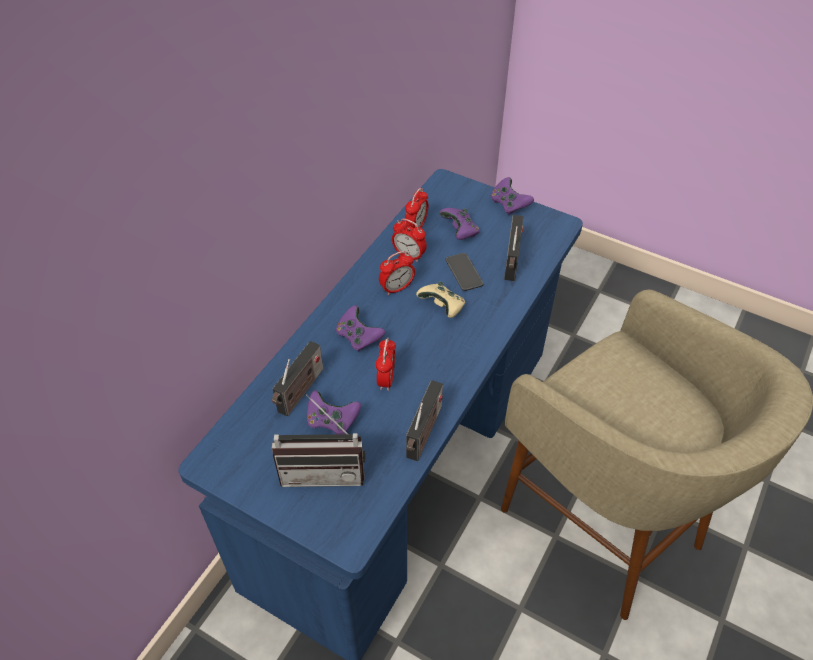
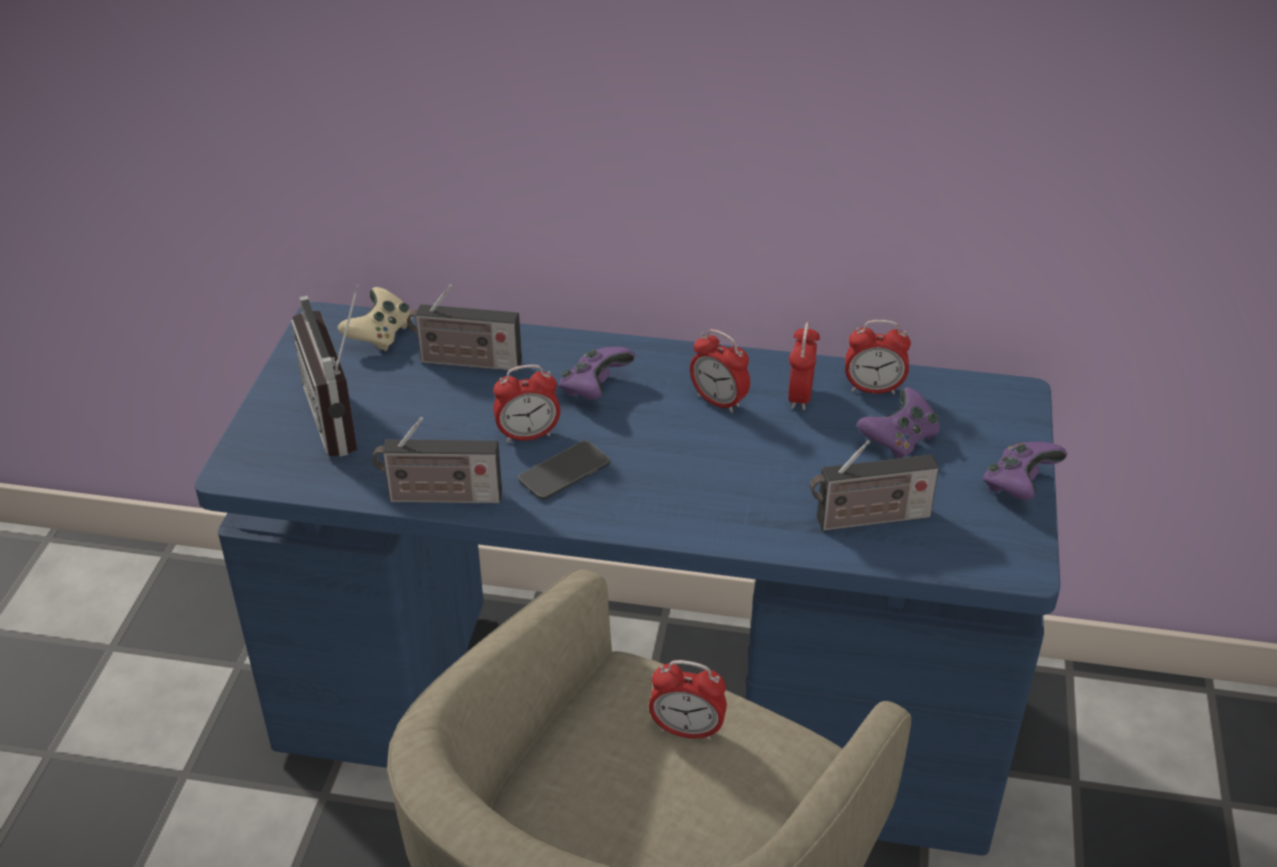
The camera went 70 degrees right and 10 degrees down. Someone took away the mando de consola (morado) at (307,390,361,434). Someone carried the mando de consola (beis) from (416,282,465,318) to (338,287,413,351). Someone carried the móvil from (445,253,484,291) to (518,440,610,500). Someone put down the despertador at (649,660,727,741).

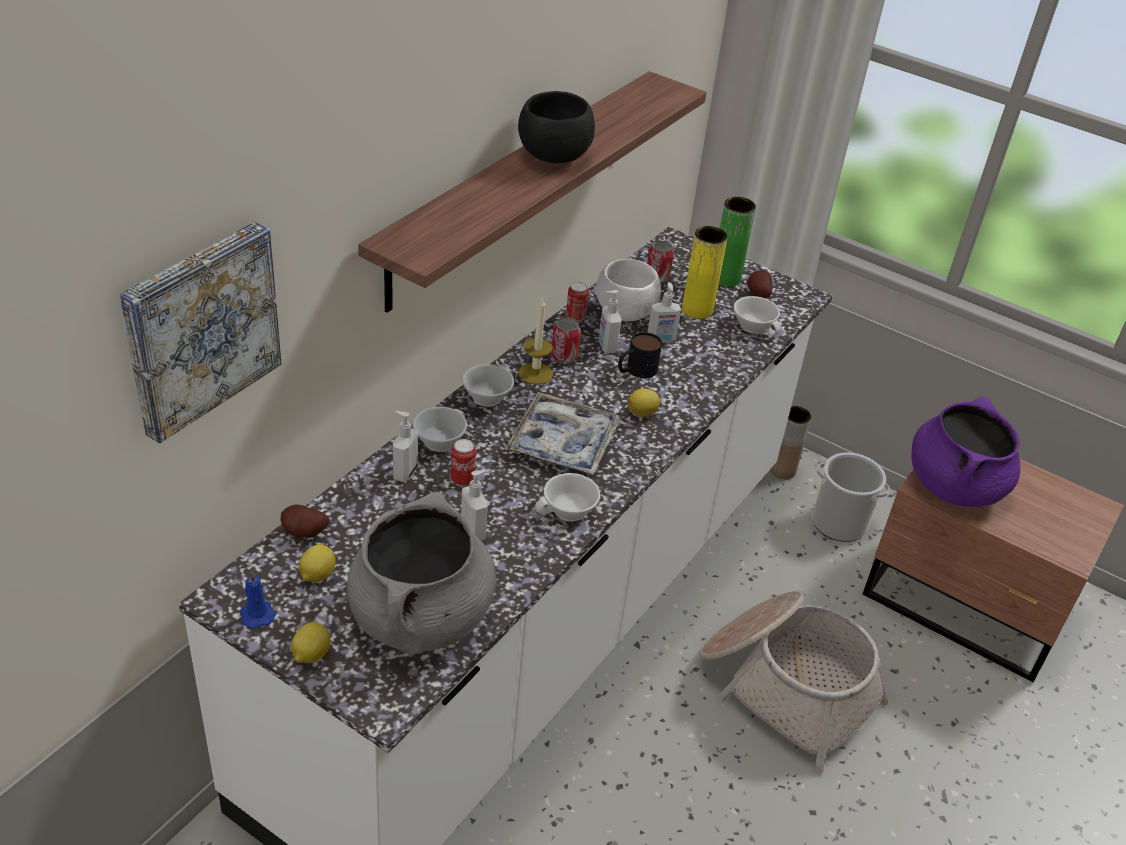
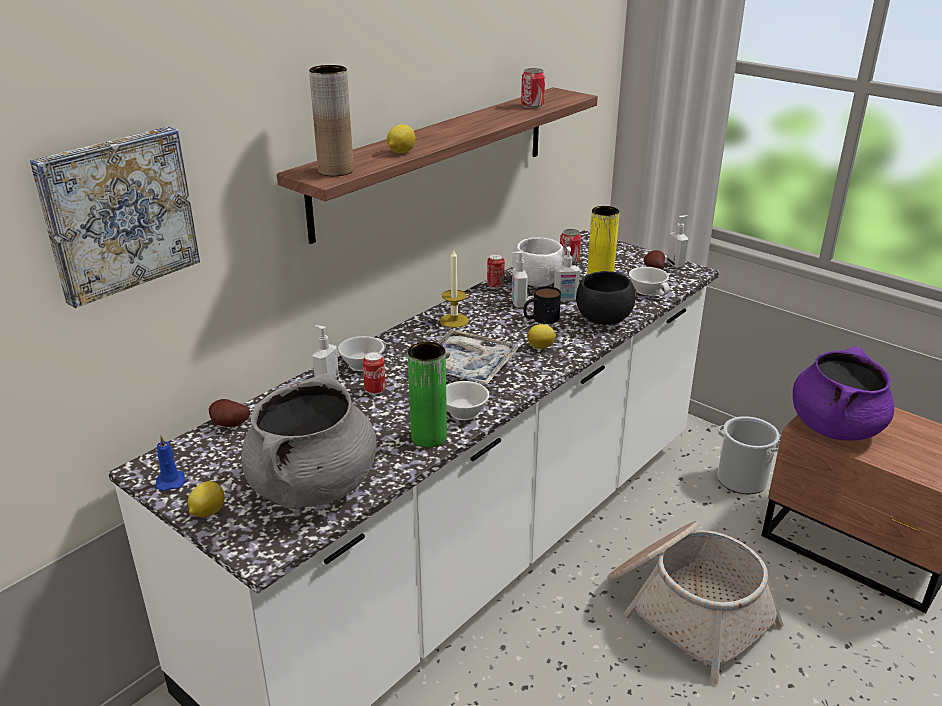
The camera went 10 degrees right and 10 degrees down. Someone carried the limón from (299,544,336,582) to (387,124,416,153). Someone carried the dispensador de jabón from (461,470,488,541) to (667,215,688,268). Someone took away the taza (blanco) at (462,364,514,407). Someone carried the cuenco (negro) from (518,91,595,163) to (576,271,635,325). Someone carried the lata from (551,317,581,364) to (521,68,545,108). Someone carried the florero (verde) from (719,197,756,287) to (408,342,447,448). Someone carried the florero (marrón) from (770,406,811,479) to (309,65,354,176).

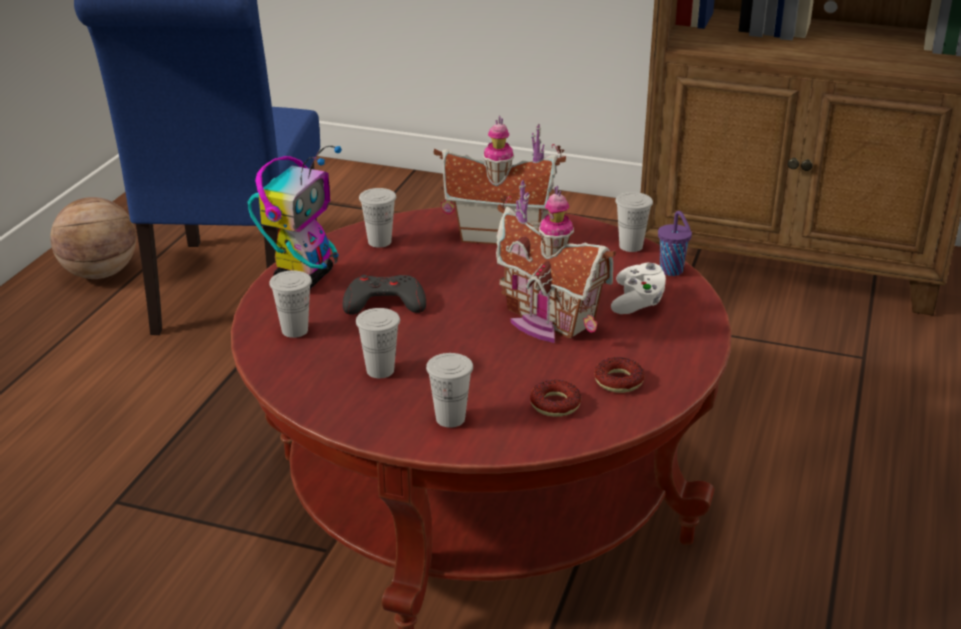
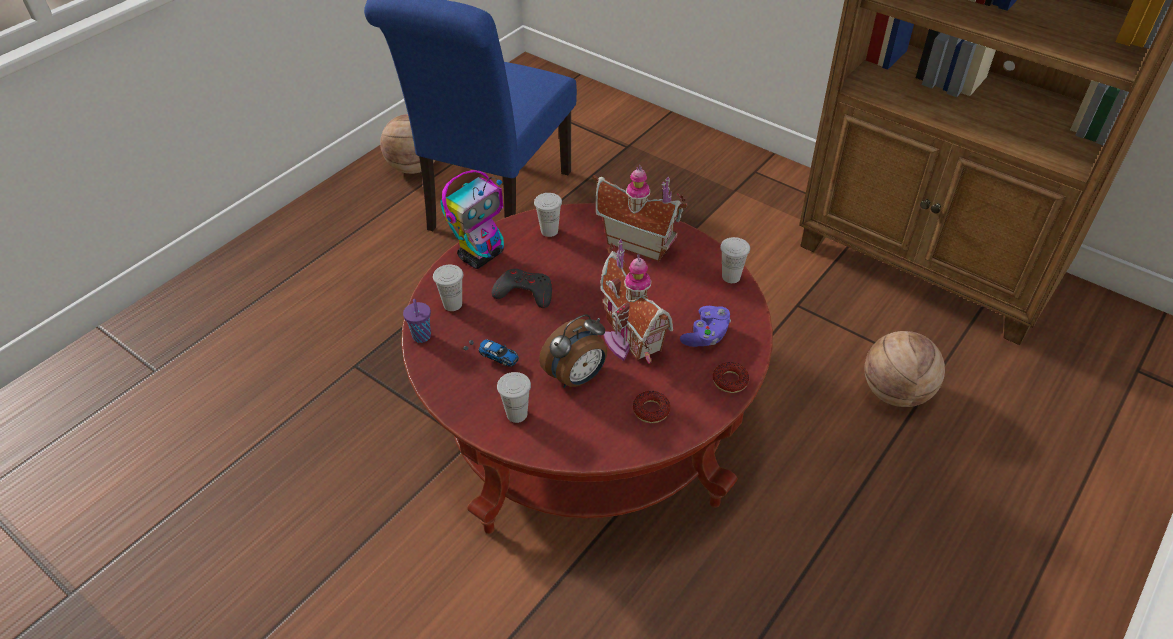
The camera went 20 degrees right and 15 degrees up. Someone swapped the taza (blanco) at (356,308,400,378) for the coche de juguete at (463,339,519,367). Someone carried the rosquilla from (530,380,581,417) to (713,362,749,393). Someone repainted the mando de consola (blanco) at (611,263,666,314), which became the mando de consola (morado) at (680,306,731,347). Someone carried the taza (morado) from (658,211,692,276) to (403,299,431,343). Someone put down the despertador at (539,314,607,388). Someone put down the balón de baloncesto at (864,331,945,407).

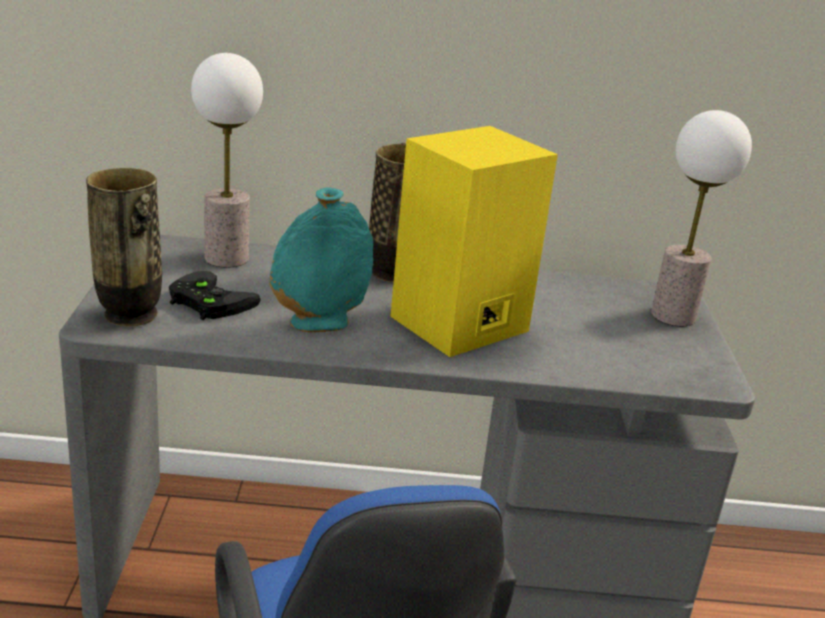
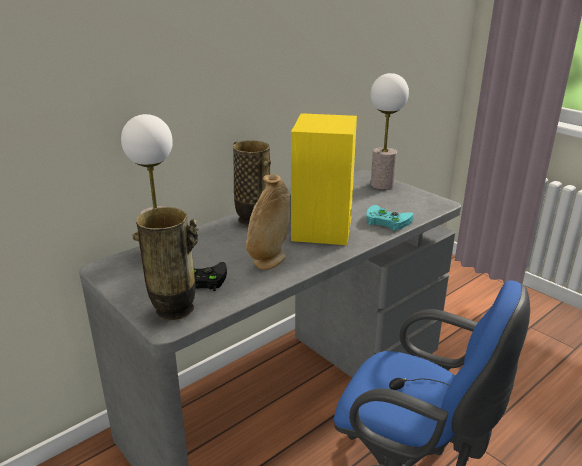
The camera went 40 degrees left and 0 degrees up. Someone repainted the florero (turquesa) at (269,187,373,332), which became the florero (beis) at (246,174,290,270). Someone put down the mando de consola (turquesa) at (366,205,414,231).

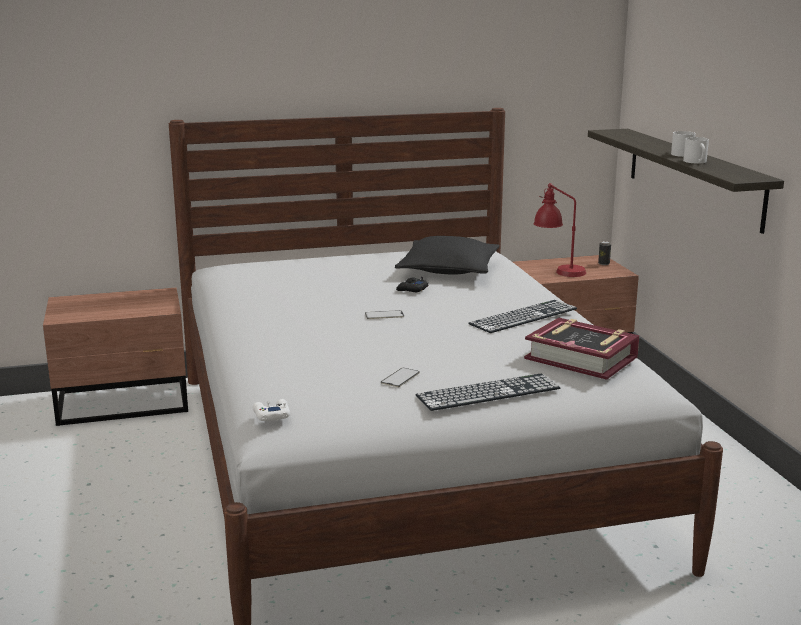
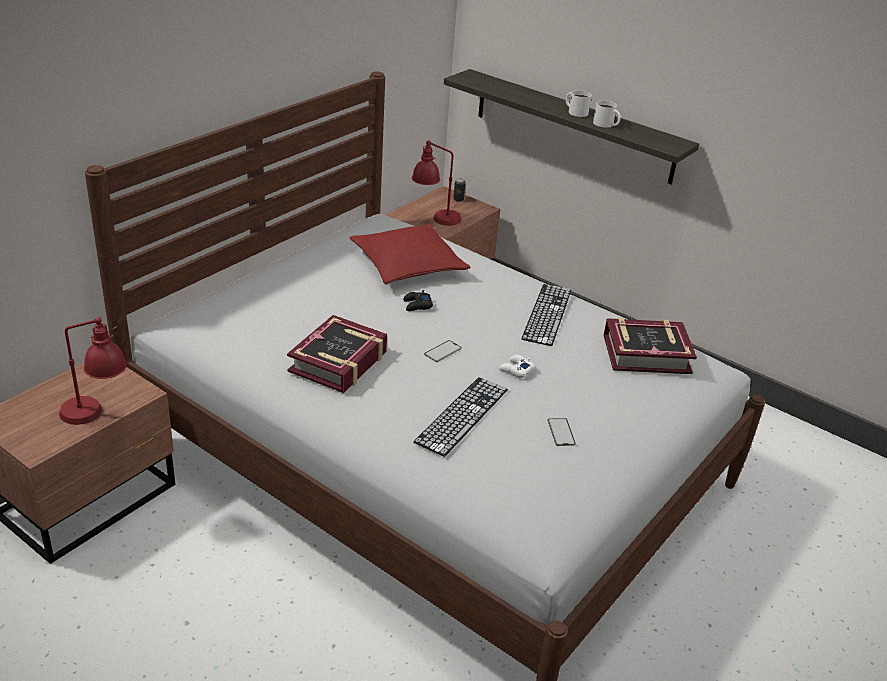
The camera went 40 degrees left and 15 degrees up. Someone carried the mando de consola (blanco) from (252,399,290,421) to (499,355,535,378). Someone repainted the cojín (negro) at (395,236,500,275), which became the cojín (rojo) at (350,224,471,284). Someone carried the teclado from (416,374,560,411) to (413,377,508,457). Someone put down the lámpara de mesa (rojo) at (59,315,127,425). Someone put down the libro at (287,315,387,393).

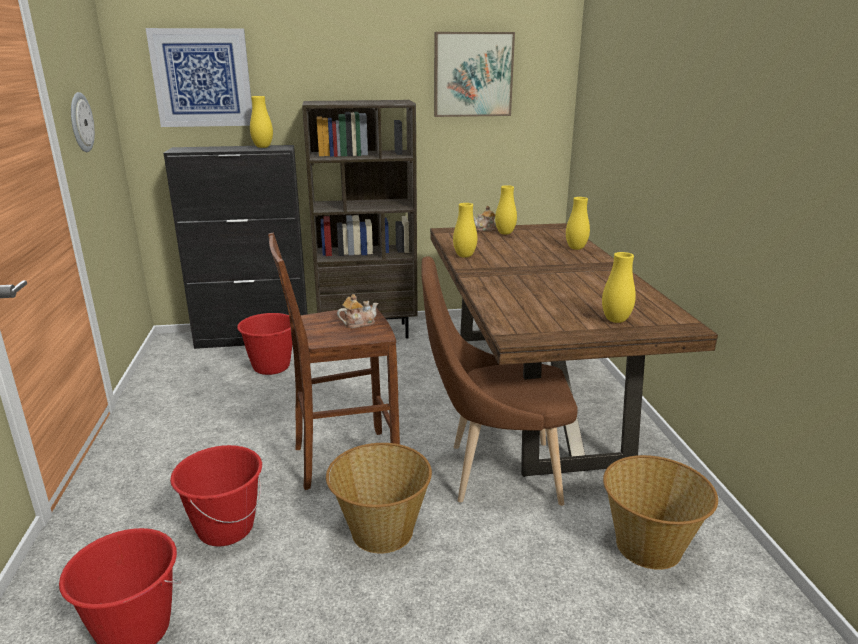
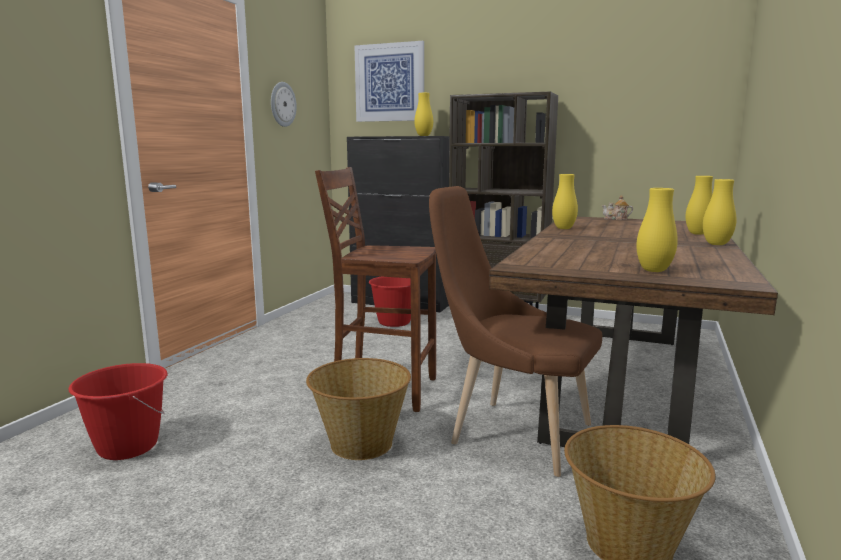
The camera went 30 degrees right and 10 degrees down. Someone took away the cubo (rojo) at (170,445,262,547). Someone took away the tetera at (337,294,378,328). Someone took away the cuadro at (434,32,515,117). Someone carried the florero (amarillo) from (495,185,517,235) to (703,179,736,245).

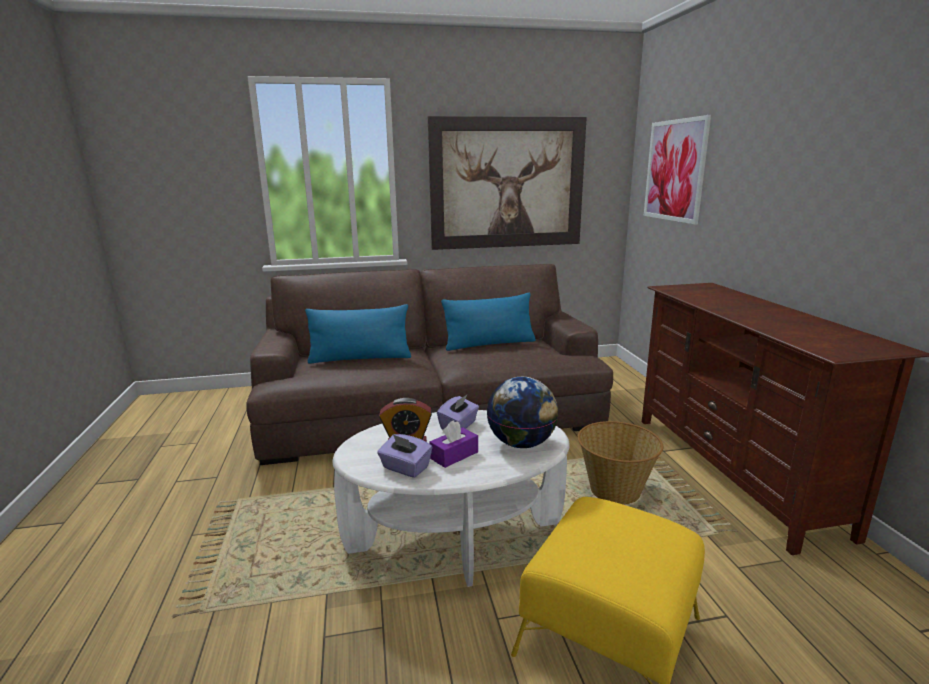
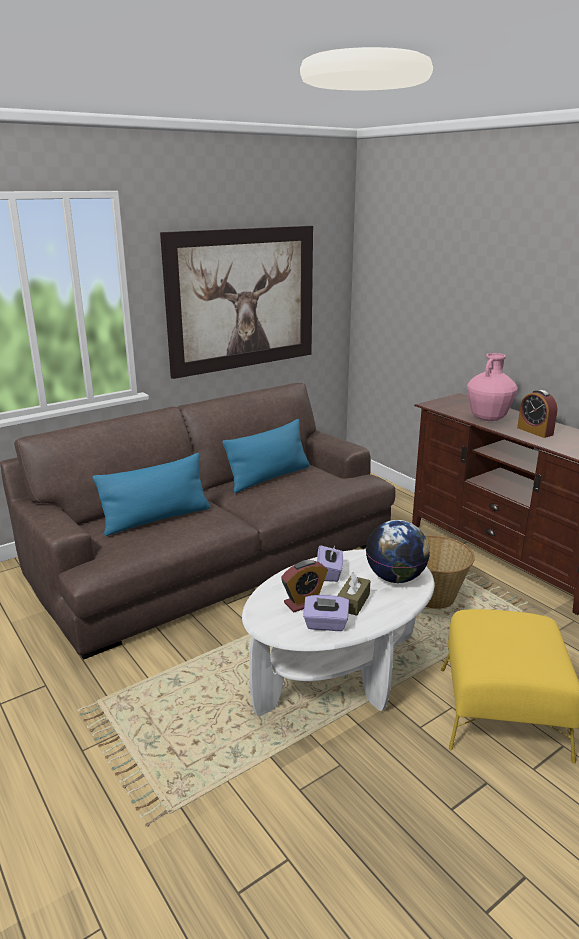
The camera went 25 degrees left and 5 degrees up. Someone repainted the caja de pañuelos (morado) at (429,420,478,468), which became the caja de pañuelos (marrón) at (337,572,370,616). Someone took away the cuadro at (644,115,711,224). Someone put down the florero (rosa) at (467,353,518,421). Someone put down the despertador at (517,390,557,438).

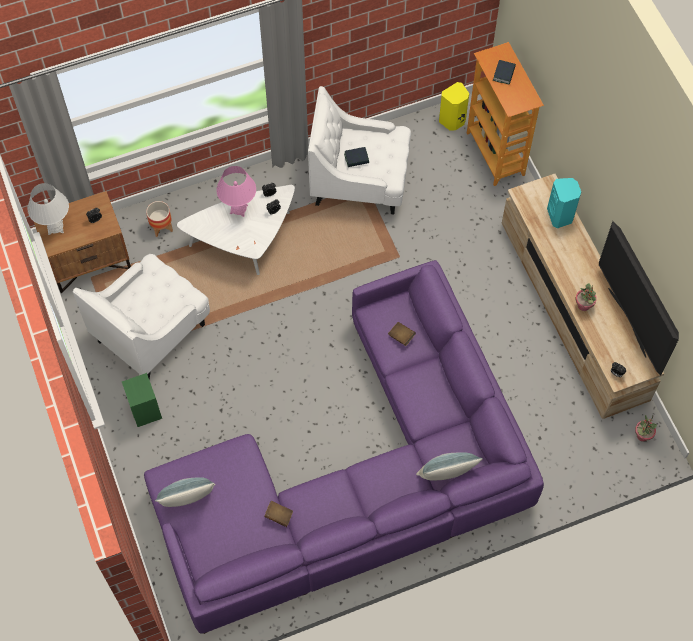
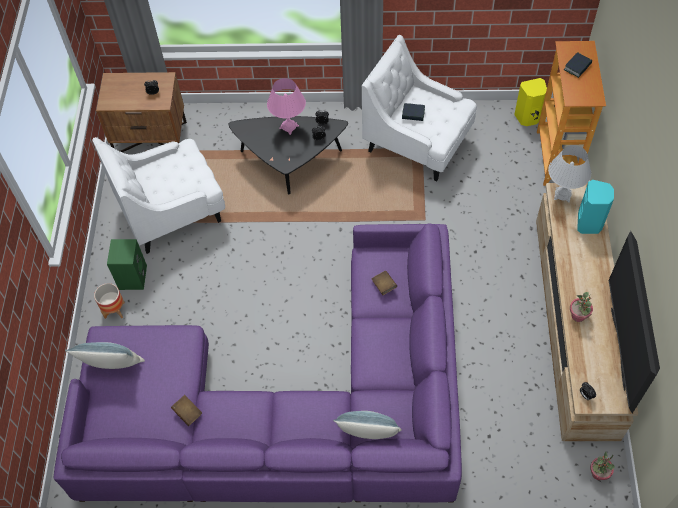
The camera went 25 degrees right and 5 degrees down. Someone carried the lámpara de mesa (blanco) from (28,183,69,235) to (548,145,591,203). Someone carried the maceta from (146,201,173,237) to (94,283,125,319). Someone repainted the mesa de centro (blanco) at (177,185,295,275), which became the mesa de centro (negro) at (228,116,348,194).

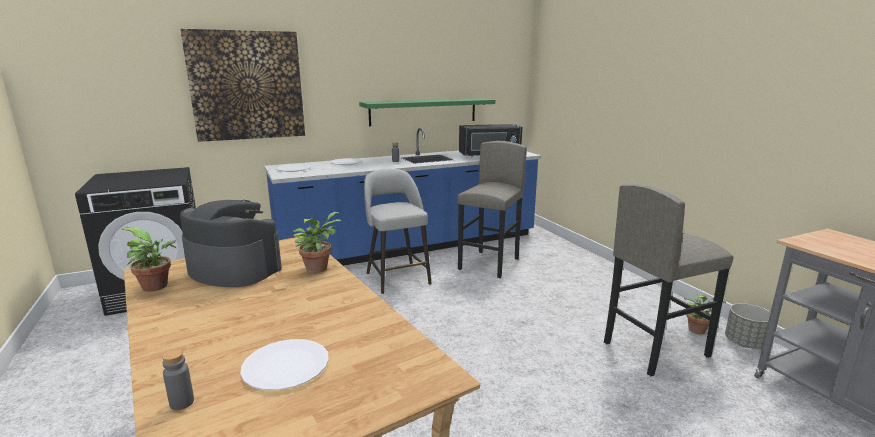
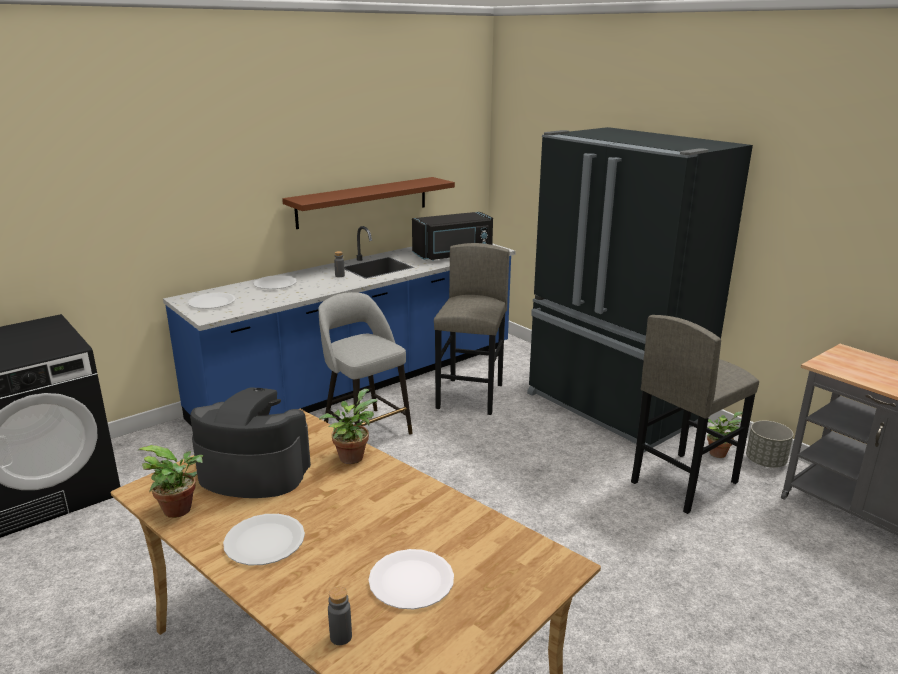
The camera went 15 degrees left and 5 degrees up. Someone took away the cuadro at (180,29,305,142). Someone repainted the estante (verde) at (359,98,495,126), which became the estante (marrón) at (282,177,455,229). Someone put down the plato (blanco) at (223,514,305,565). Someone put down the nevera (negro) at (527,127,753,452).

